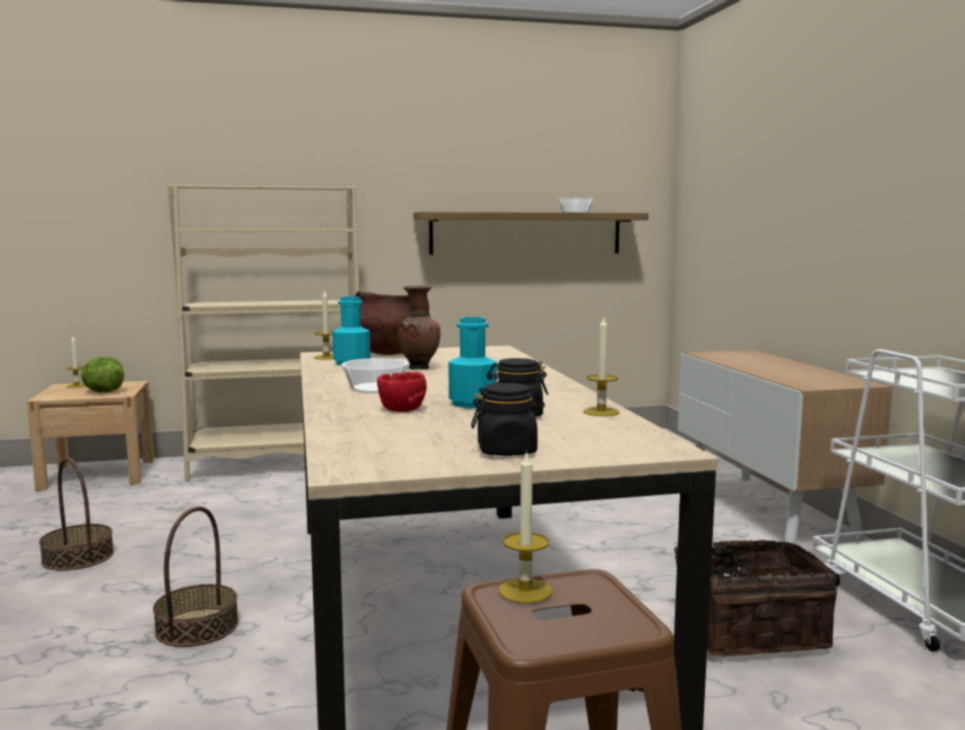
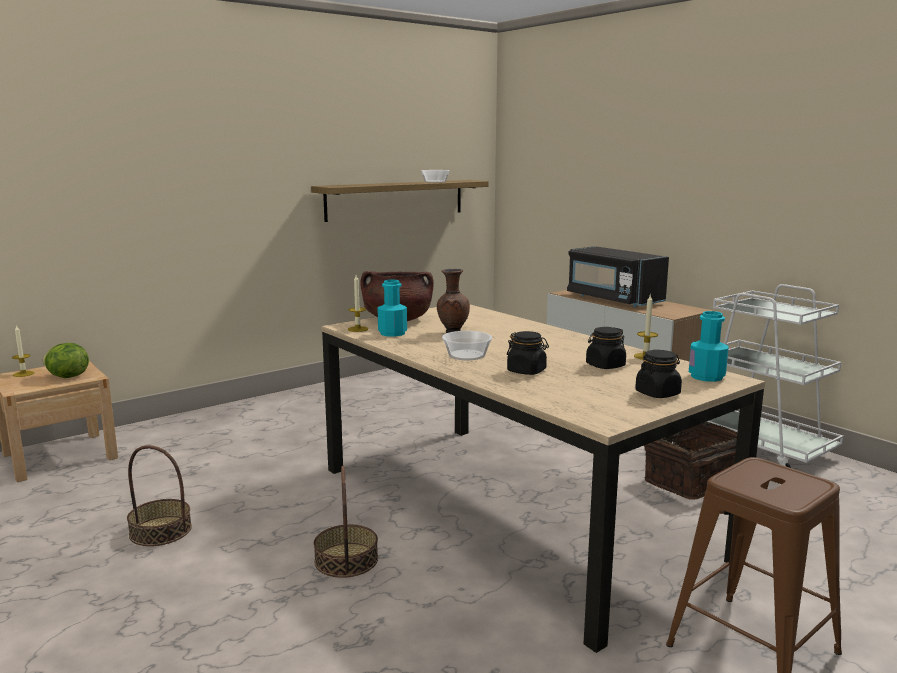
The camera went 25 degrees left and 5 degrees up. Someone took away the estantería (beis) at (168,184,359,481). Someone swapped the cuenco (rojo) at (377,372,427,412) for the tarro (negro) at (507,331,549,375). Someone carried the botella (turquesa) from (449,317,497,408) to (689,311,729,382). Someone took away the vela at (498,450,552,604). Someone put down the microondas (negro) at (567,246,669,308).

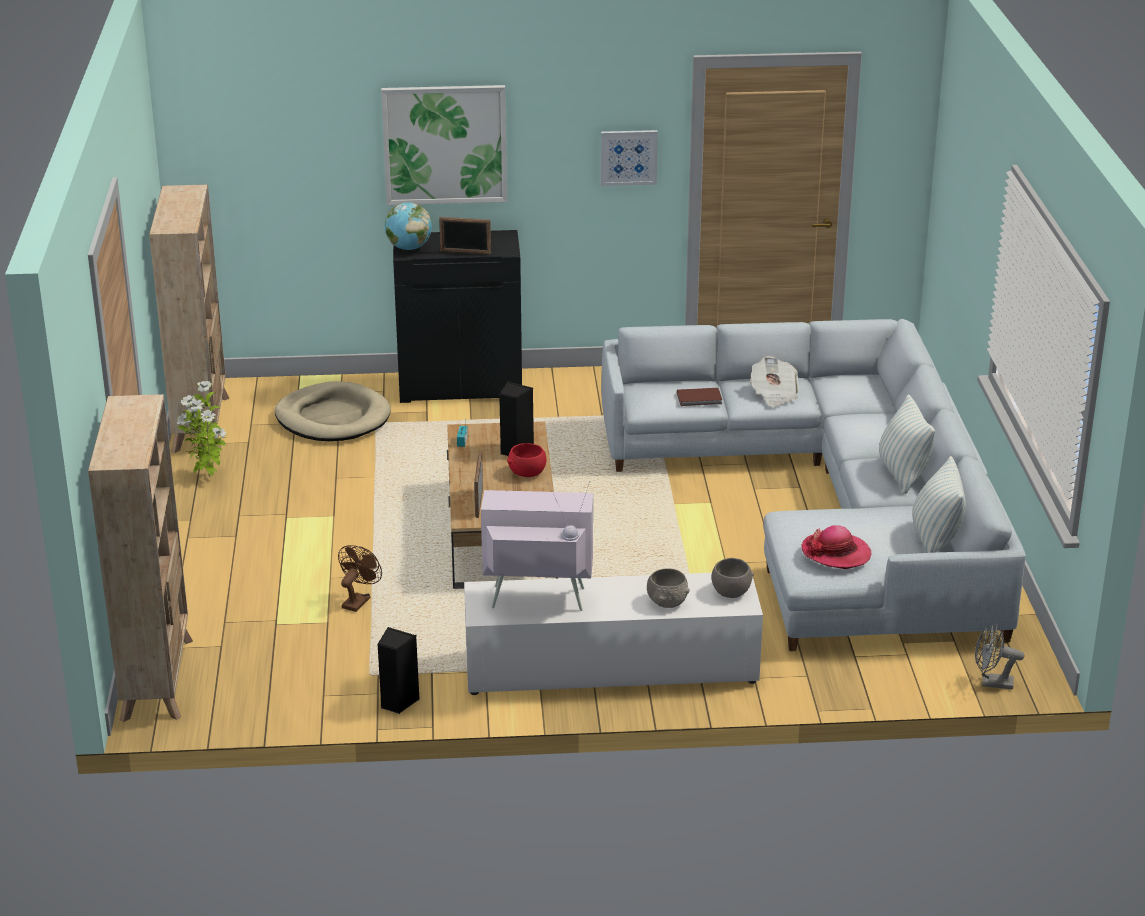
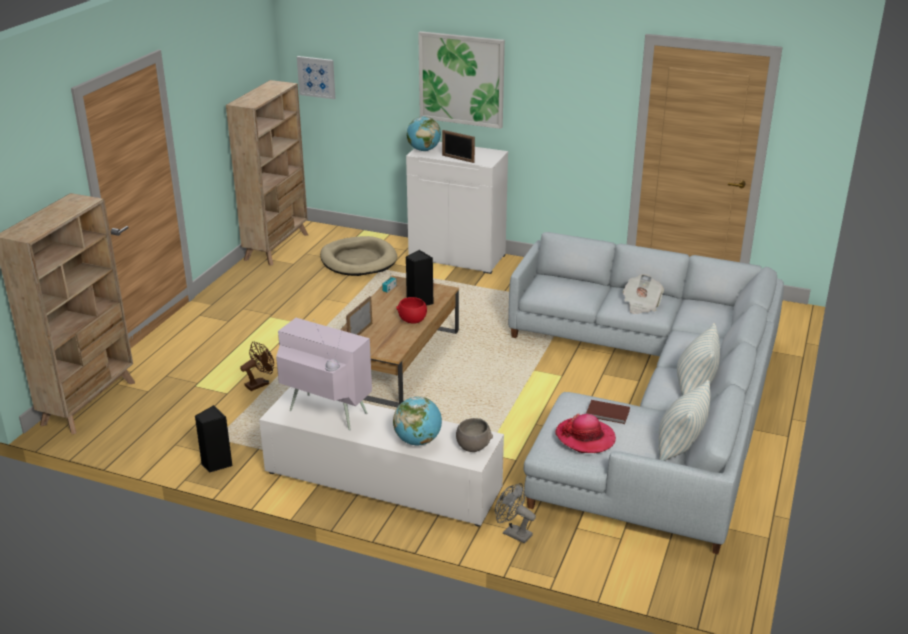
The camera went 25 degrees right and 0 degrees up. Someone took away the planta en maceta at (177,381,227,477). Someone repainted the armario (negro) at (393,230,522,403), which became the armario (blanco) at (406,142,508,274). Someone carried the cuadro from (601,130,658,186) to (297,56,335,99). Someone swapped the cuenco (gris) at (647,568,690,608) for the globo terráqueo at (393,396,442,445). Someone carried the libro (marrón) from (677,388,722,406) to (586,400,630,424). Someone carried the ventilador (gris) from (975,622,1024,690) to (495,483,536,543).

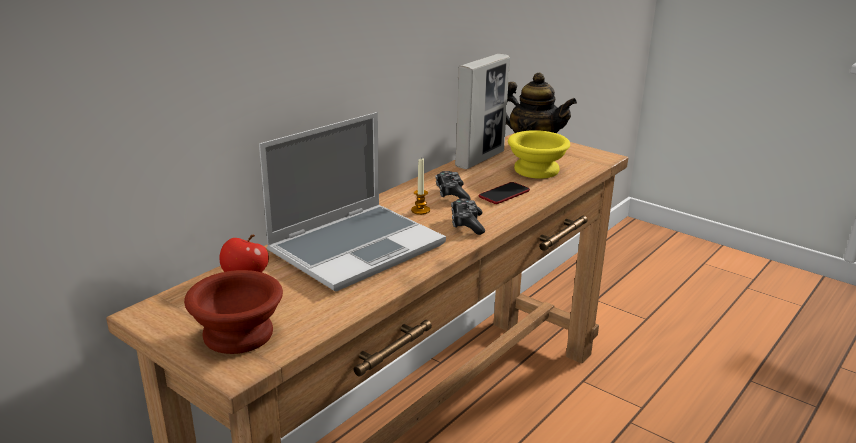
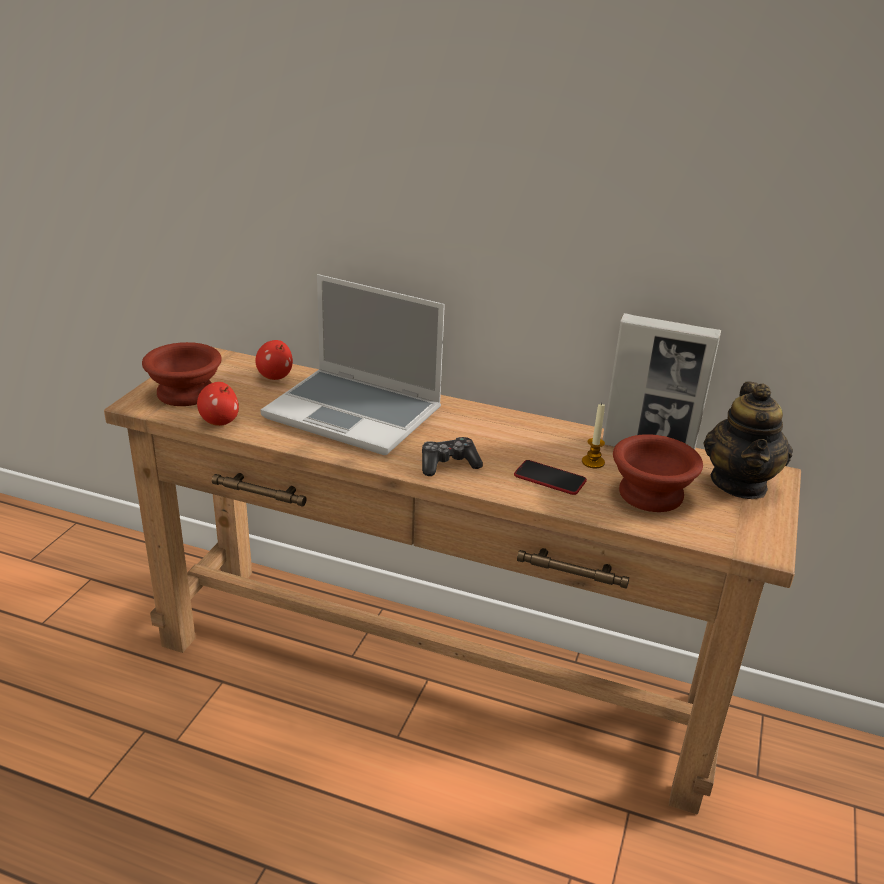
The camera went 70 degrees right and 5 degrees up. Someone carried the vela from (411,159,430,215) to (582,403,605,468). Someone took away the mando de consola at (436,171,471,200). Someone repainted the cuenco (amarillo) at (508,130,570,179), which became the cuenco (marrón) at (613,434,703,512). Someone put down the manzana at (197,382,239,426).

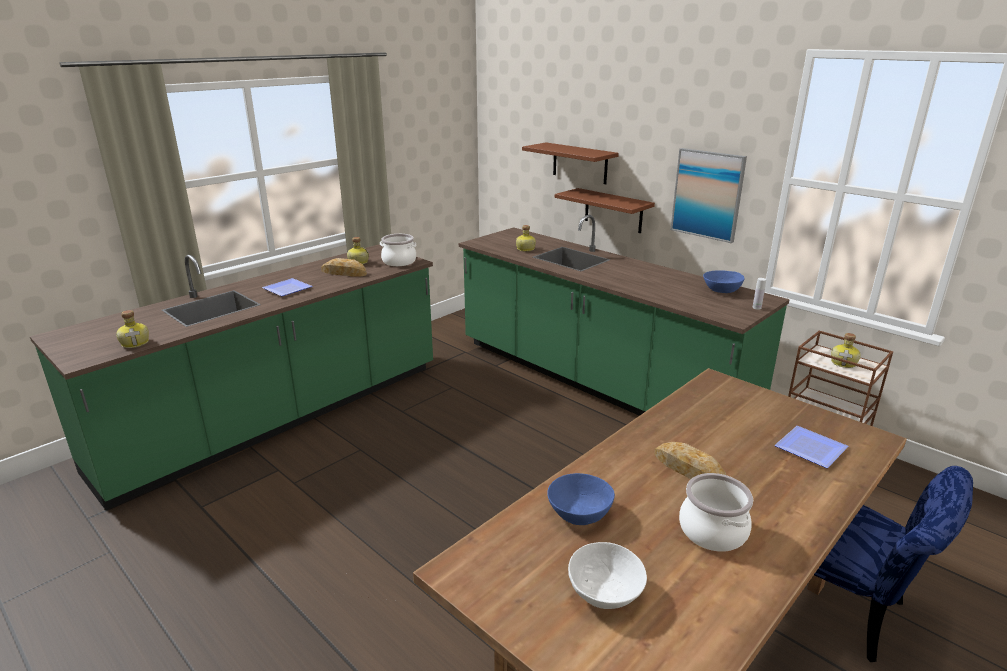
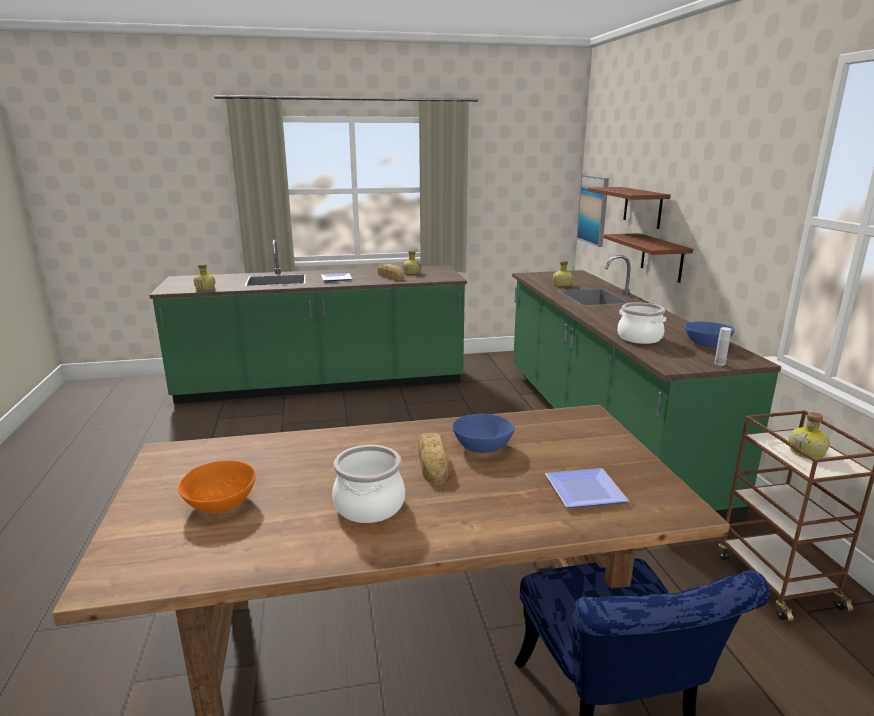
The camera went 35 degrees right and 5 degrees down. Someone carried the olla from (380,234,417,266) to (617,302,666,344). Someone carried the cuenco (azul) from (547,473,615,525) to (452,414,514,453). Someone repainted the cuenco (blanco) at (568,542,647,609), which became the cuenco (naranja) at (178,461,256,513). Someone carried the cuadro from (671,148,747,243) to (576,175,609,247).

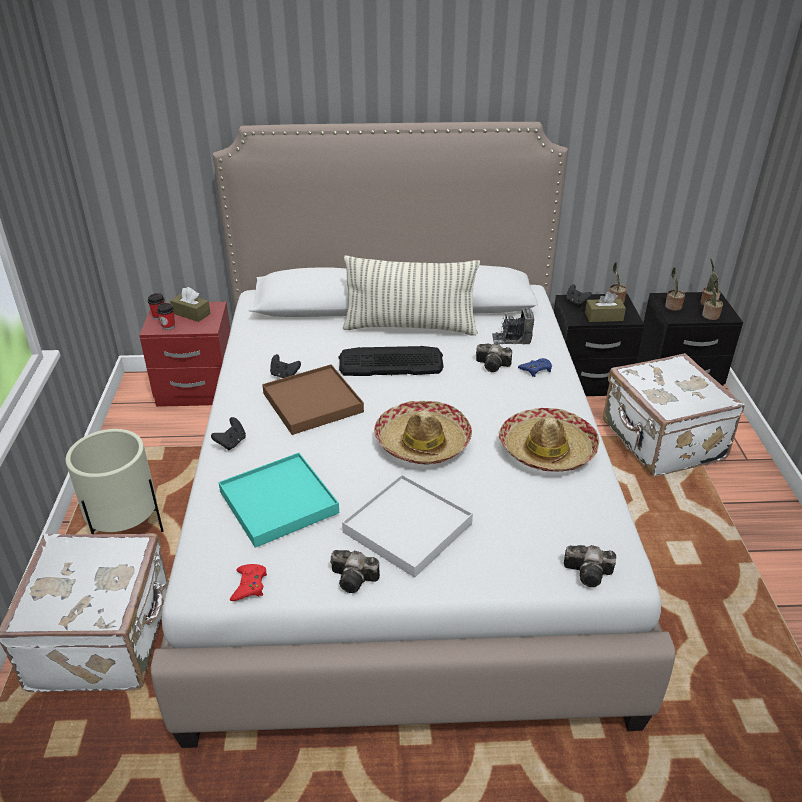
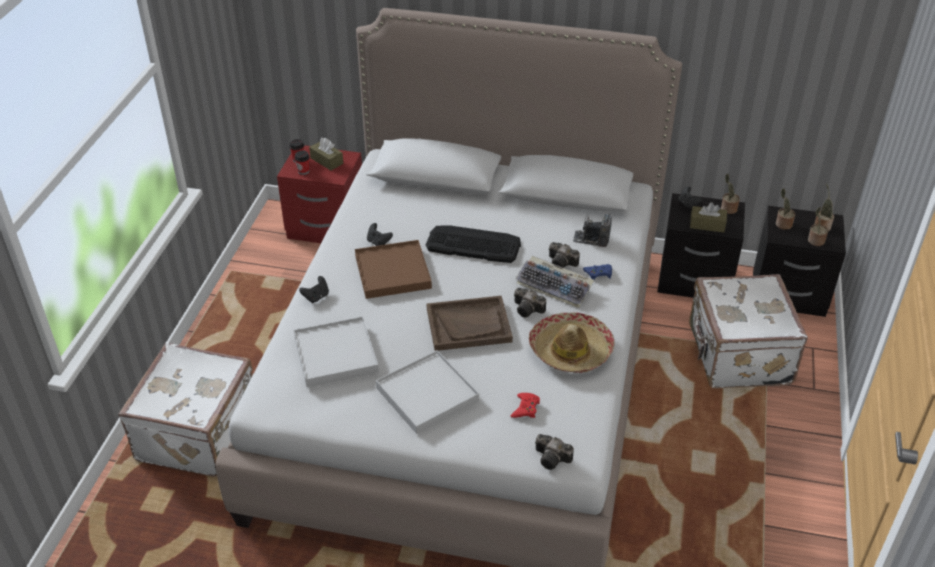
The camera went 15 degrees right and 5 degrees up. Someone took away the maceta (beis) at (66,429,163,534). Someone repainted the bandeja (turquesa) at (218,453,339,548), which became the bandeja (blanco) at (293,316,379,387). Someone carried the mando de consola (rojo) from (230,564,267,601) to (511,393,540,418). Someone carried the cámara from (330,550,380,593) to (514,288,546,317). Someone took away the cojín at (343,256,480,336). Someone swapped the sombrero at (374,401,472,464) for the bandeja (marrón) at (427,296,513,351). Someone put down the teclado at (516,256,594,308).

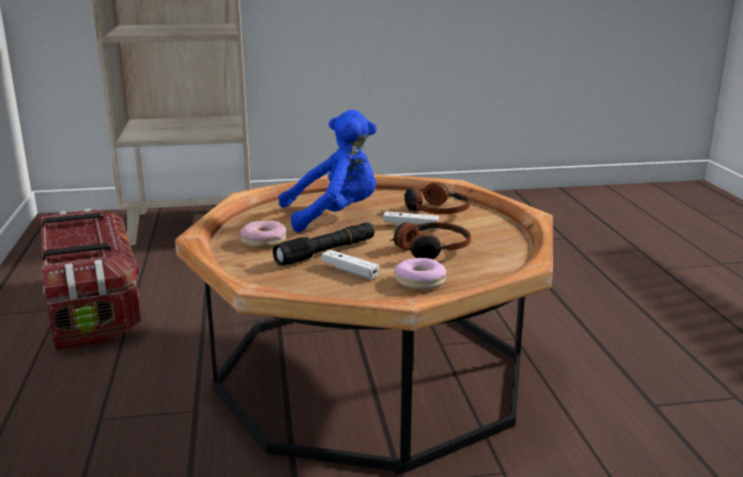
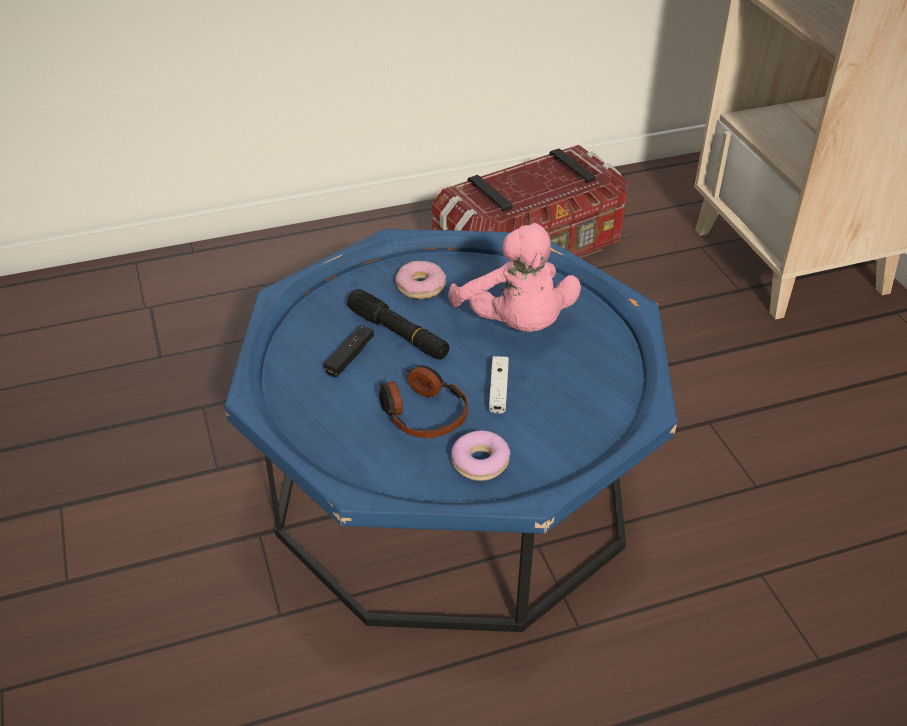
The camera went 80 degrees right and 20 degrees up. Someone repainted the mesa de centro (marrón) at (175,174,553,472), which became the mesa de centro (azul) at (225,229,677,632). Someone repainted the peluche (azul) at (279,110,377,232), which became the peluche (rosa) at (448,223,581,332). Someone repainted the mando de consola (blanco) at (321,250,379,280), which became the mando de consola (negro) at (324,325,374,377). Someone carried the rosquilla from (394,258,446,290) to (451,431,510,481). Someone took away the auriculares at (404,182,470,214).

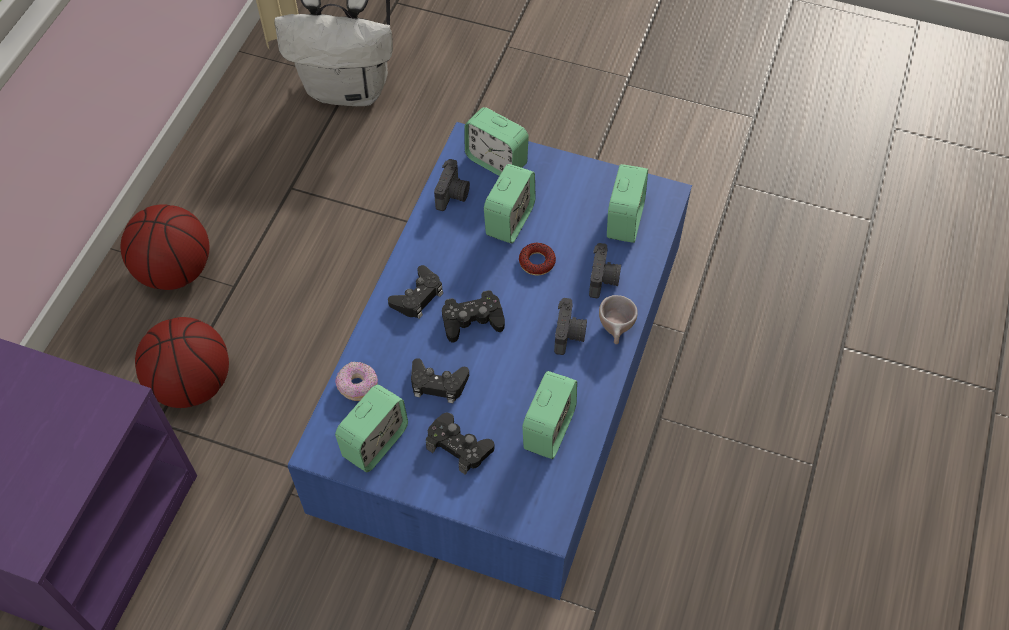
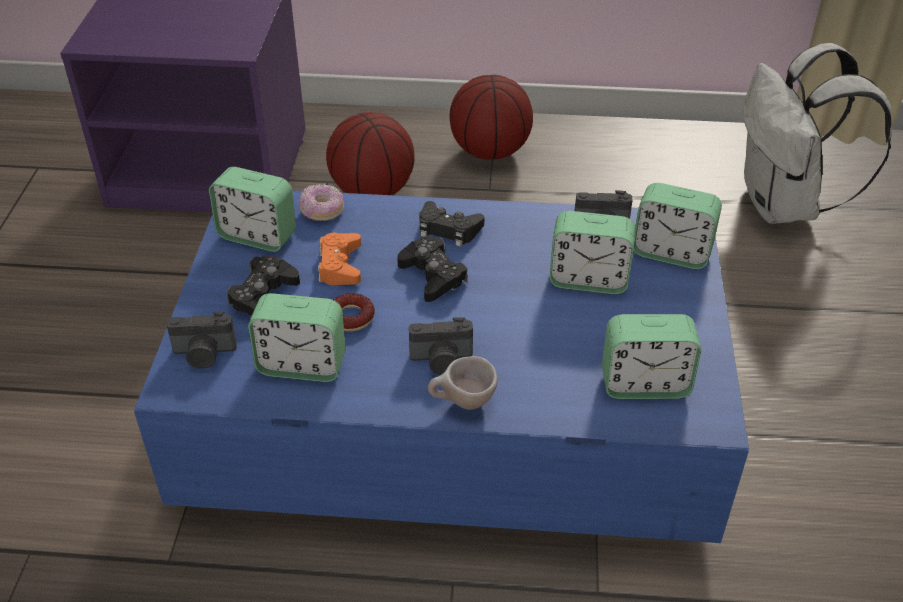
The camera went 75 degrees right and 15 degrees down. Someone repainted the mando de consola (negro) at (411,358,469,403), which became the mando de consola (naranja) at (318,233,361,285). Someone rotated the despertador at (464,107,529,176) by 90 degrees counterclockwise. Someone carried the rosquilla from (519,243,556,276) to (333,293,375,331). Someone carried the cámara from (589,243,621,298) to (167,311,237,369).

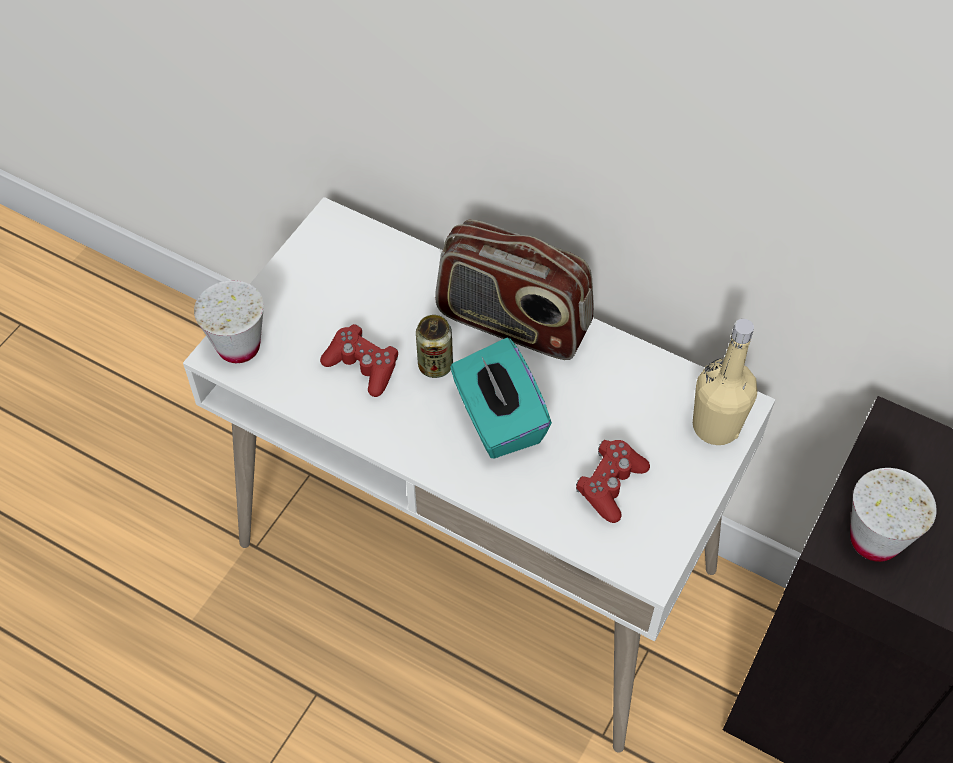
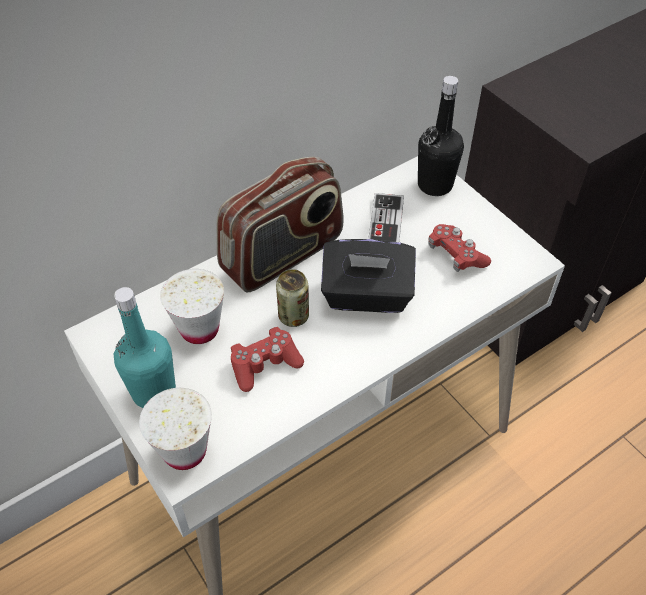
The camera went 65 degrees left and 5 degrees down. Someone repainted the caja de pañuelos (turquesa) at (450,338,552,459), which became the caja de pañuelos (negro) at (321,239,416,313). Someone repainted the botella (beis) at (693,319,757,445), which became the botella (negro) at (418,76,464,196). Someone carried the taza (blanco) from (850,468,937,562) to (160,269,224,344). Someone put down the botella (turquesa) at (114,287,176,408). Someone put down the mando de consola at (368,193,404,242).

